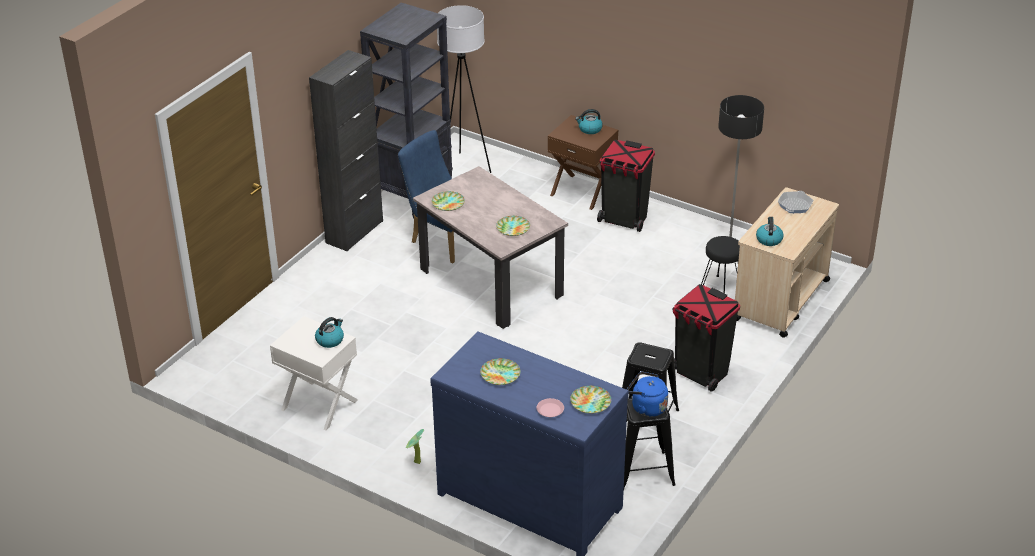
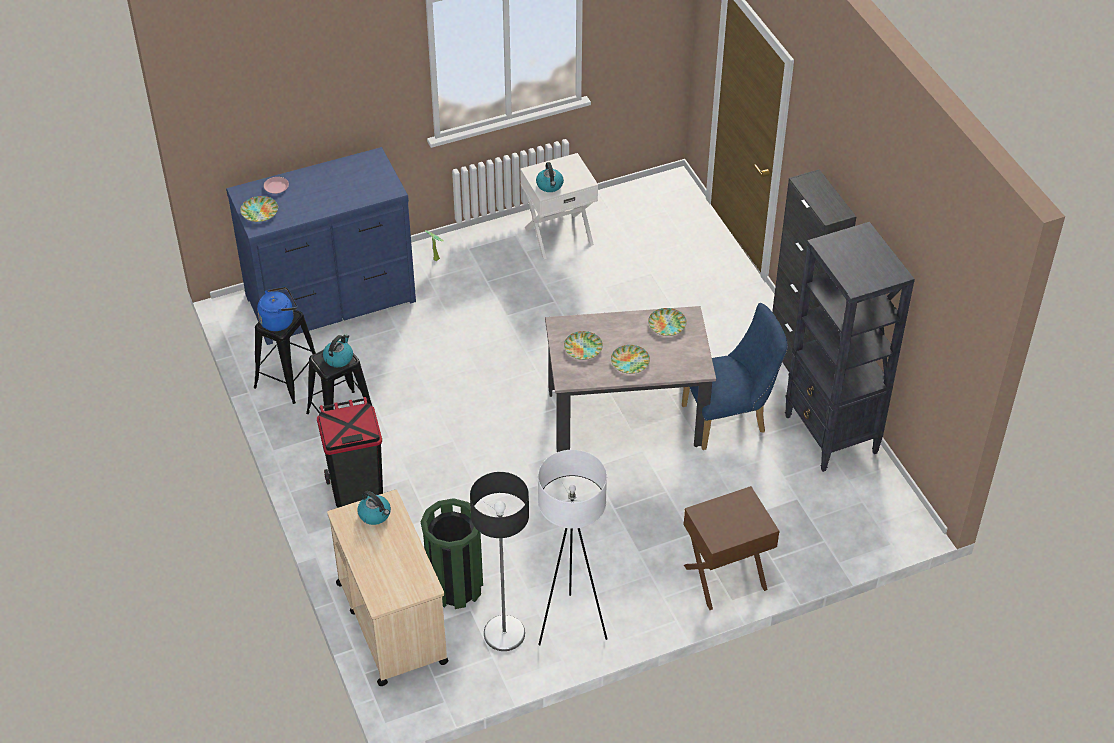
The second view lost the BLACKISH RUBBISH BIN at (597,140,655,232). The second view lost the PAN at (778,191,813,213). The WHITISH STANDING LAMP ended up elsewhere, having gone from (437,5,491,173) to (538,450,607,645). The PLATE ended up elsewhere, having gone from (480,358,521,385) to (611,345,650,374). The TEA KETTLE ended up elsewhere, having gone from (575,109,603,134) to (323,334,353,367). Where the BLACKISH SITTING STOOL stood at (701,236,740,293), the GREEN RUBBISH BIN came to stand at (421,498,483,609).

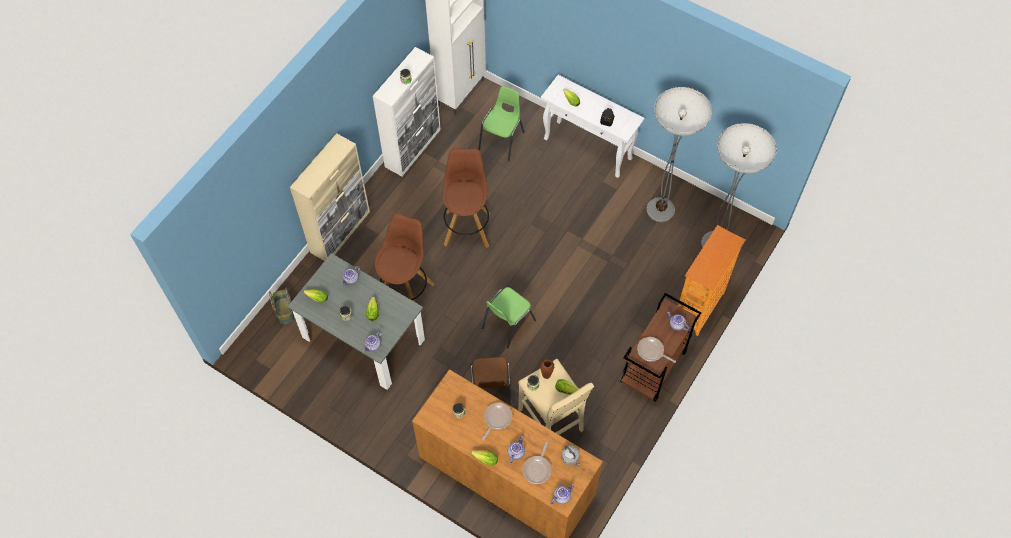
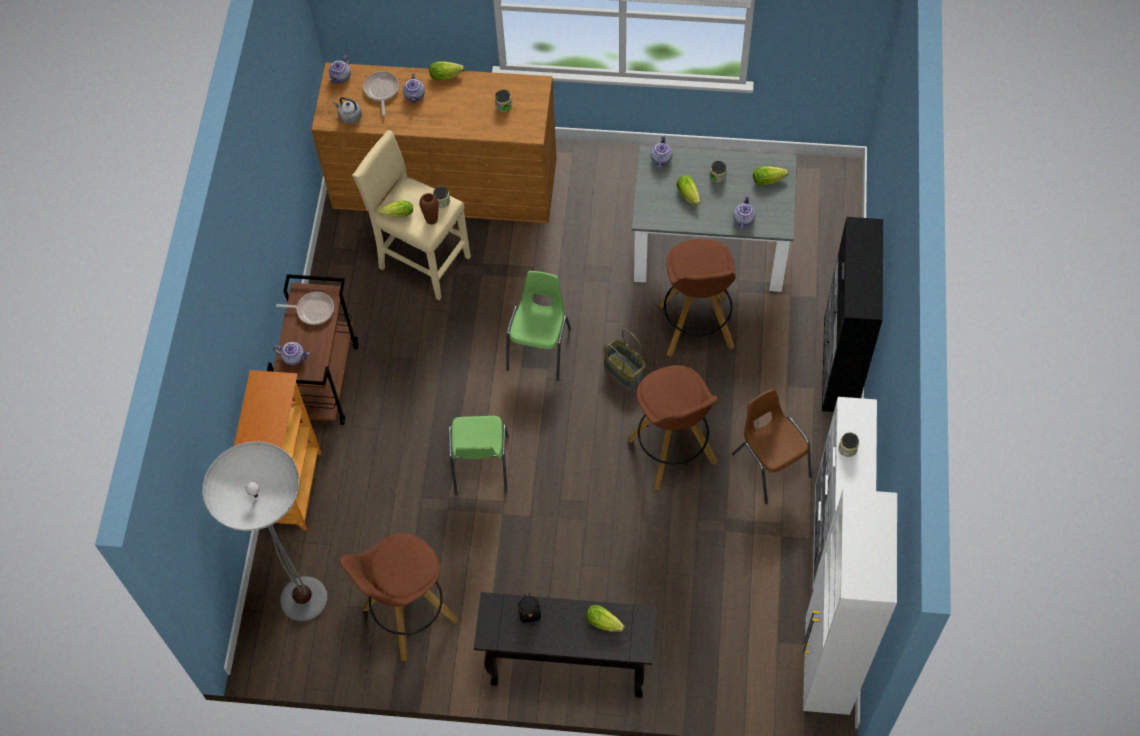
The second view lost the PAN at (482,403,512,440). The STORAGE BASKET ended up elsewhere, having gone from (269,288,294,325) to (603,329,645,388). The BROWN-COLOURED UPRIGHT CHAIR ended up elsewhere, having gone from (470,357,511,406) to (731,389,812,504). The GREEN UPRIGHT CHAIR ended up elsewhere, having gone from (479,86,524,161) to (448,416,509,495). Where the STANDING LAMP stood at (647,87,712,222), the BROWN-COLOURED SITTING STOOL came to stand at (339,533,458,661). What was the BEIGE STORAGE CABINET at (290,133,370,261) turned into the BLACKISH STORAGE CABINET at (822,217,883,412). What was the WHITISH CONSOLE TABLE at (541,75,644,178) turned into the BLACKISH CONSOLE TABLE at (474,592,656,698).

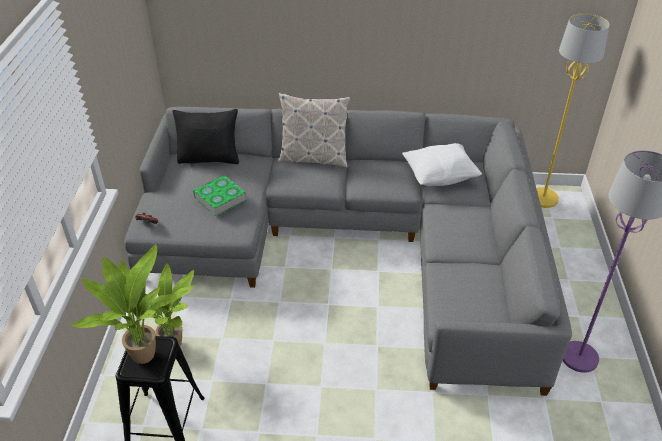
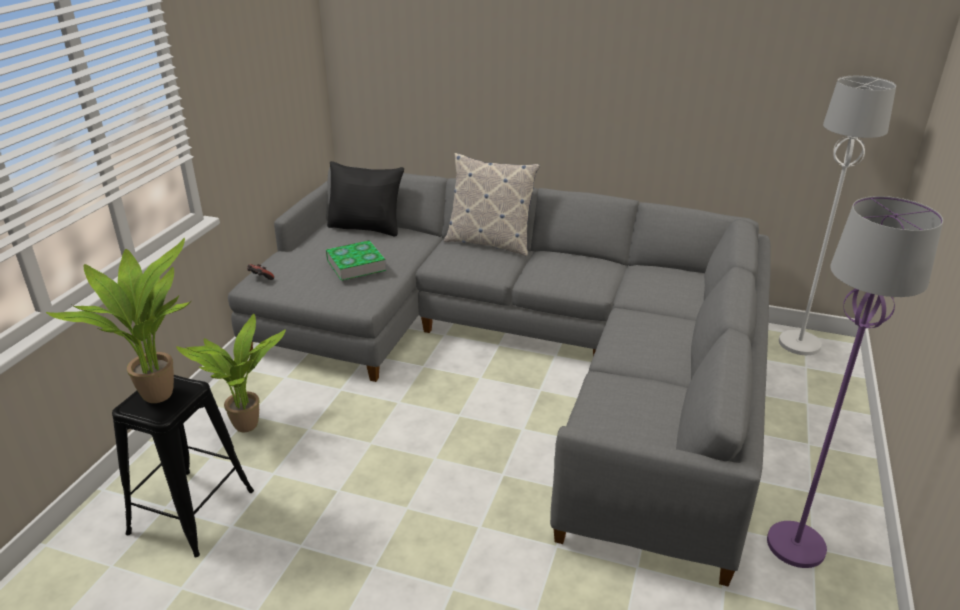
The second view lost the WHITISH CUSHION at (402,143,482,186). What was the YELLOWISH STANDING LAMP at (536,14,610,208) turned into the WHITISH STANDING LAMP at (779,76,896,355).

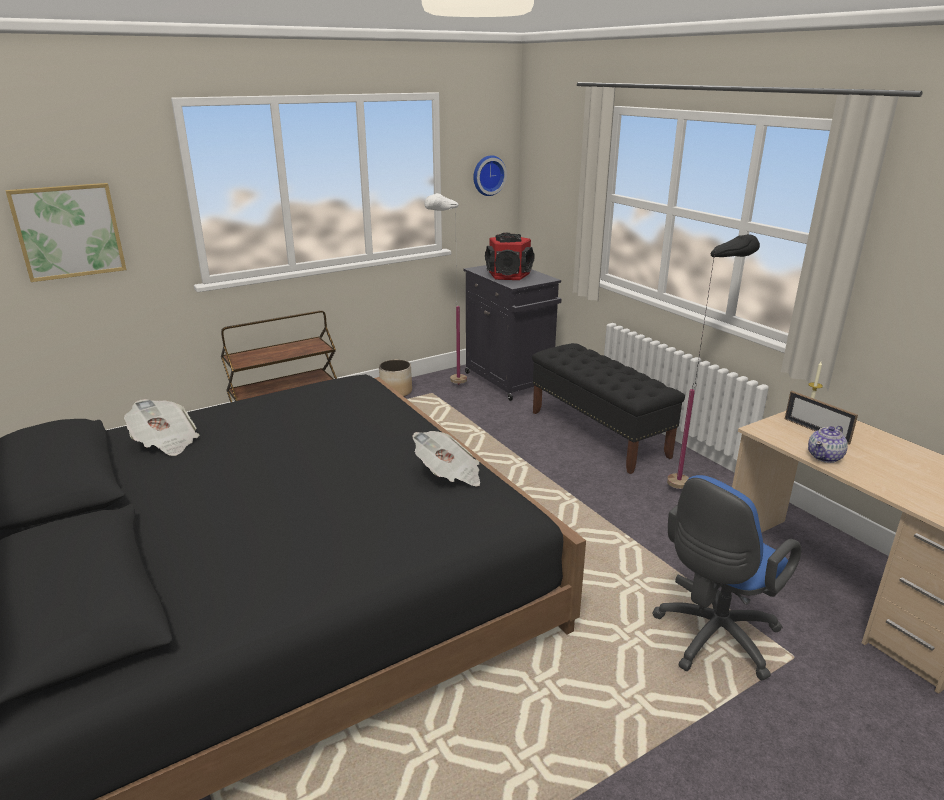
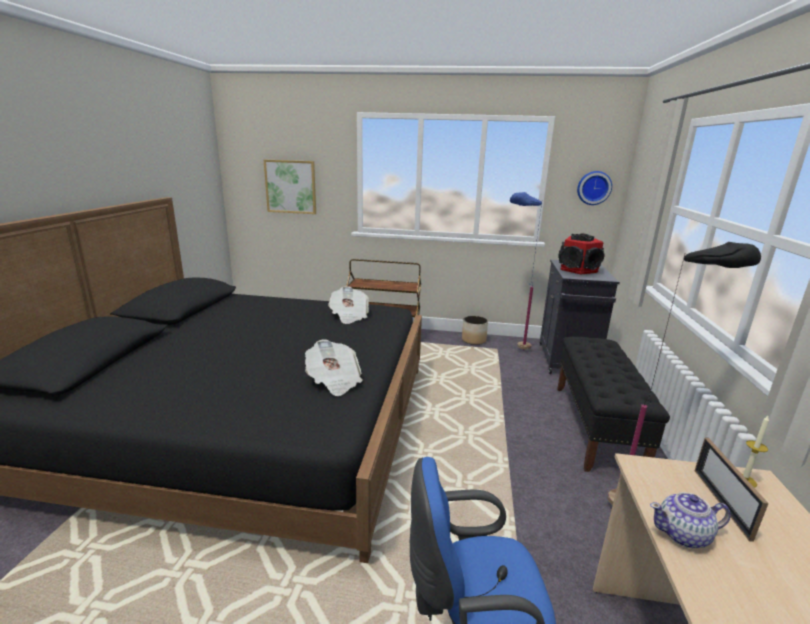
The DAILY PAPER ended up elsewhere, having gone from (124,399,199,456) to (328,286,369,324). What was the WHITISH STANDING LAMP at (425,193,467,385) turned into the BLUISH STANDING LAMP at (510,192,542,350).

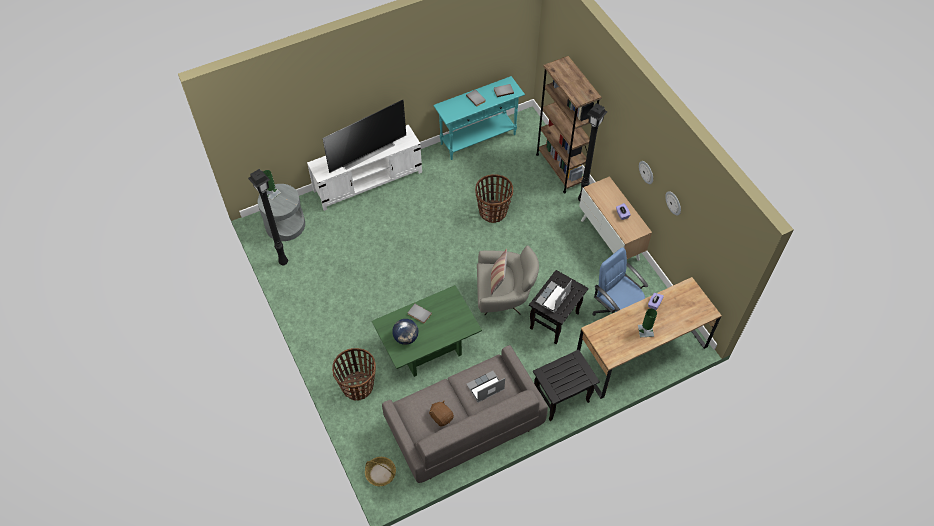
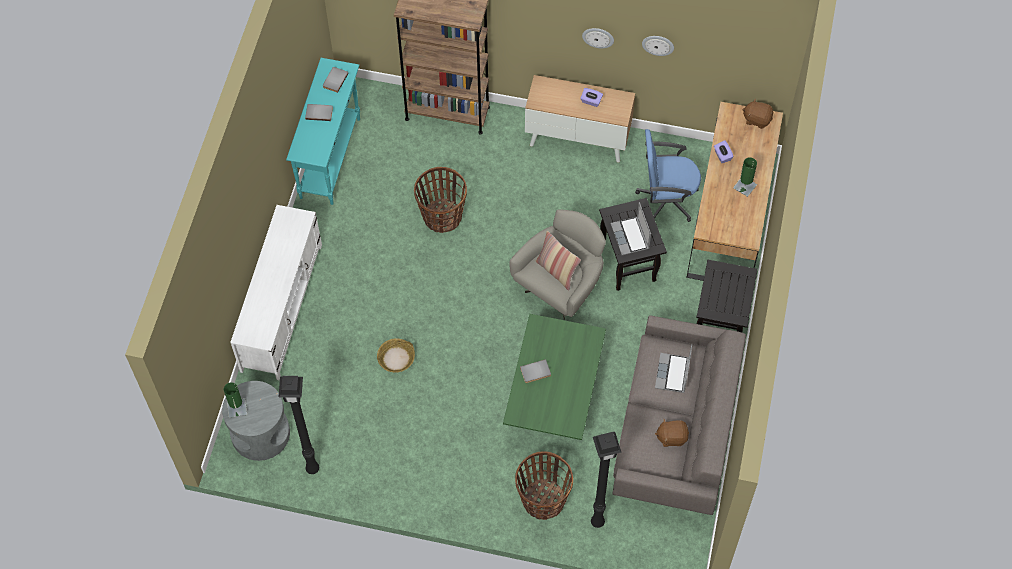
The second view lost the TELEVISION at (323,100,406,173). The second view lost the GLOBE at (392,319,418,345). The second view gained the BROWN-COLOURED PLUSH TOY at (742,99,773,129). The STORAGE BASKET ended up elsewhere, having gone from (365,457,396,486) to (377,338,415,373). The BLACKISH STANDING LAMP ended up elsewhere, having gone from (578,103,607,201) to (591,432,621,528).

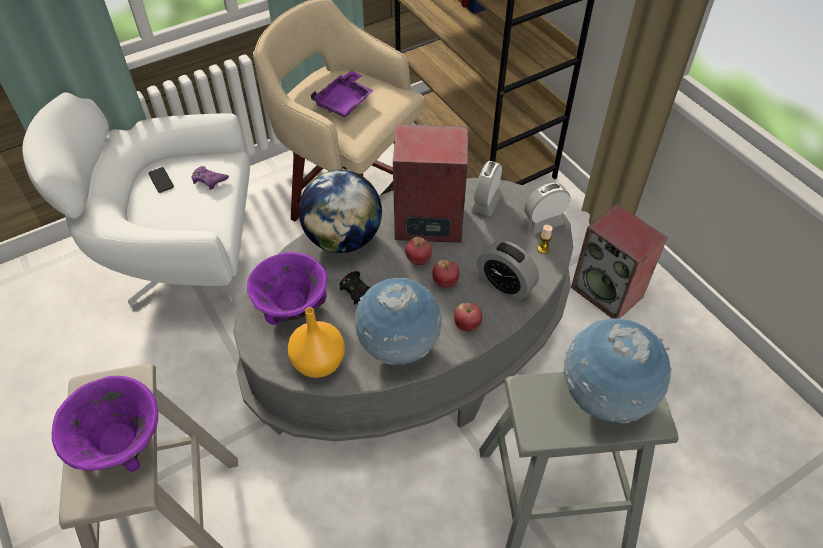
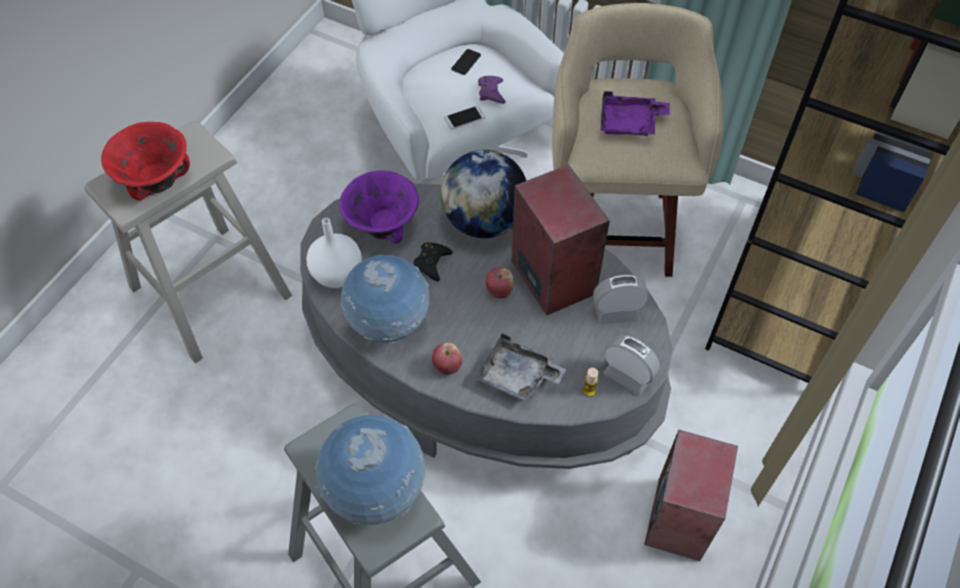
The second view lost the APPLE at (432,260,460,288). The second view gained the HANDSET at (444,106,485,130). Where the TABLE CLOCK stood at (477,240,539,301), the GRAY SERVING TRAY came to stand at (475,333,566,403). What was the PURPLISH DEEP DISH at (52,376,158,472) turned into the RED DEEP DISH at (101,122,190,200). What was the ORANGEY FLOWER VASE at (288,307,345,378) turned into the WHITISH FLOWER VASE at (306,218,362,288).

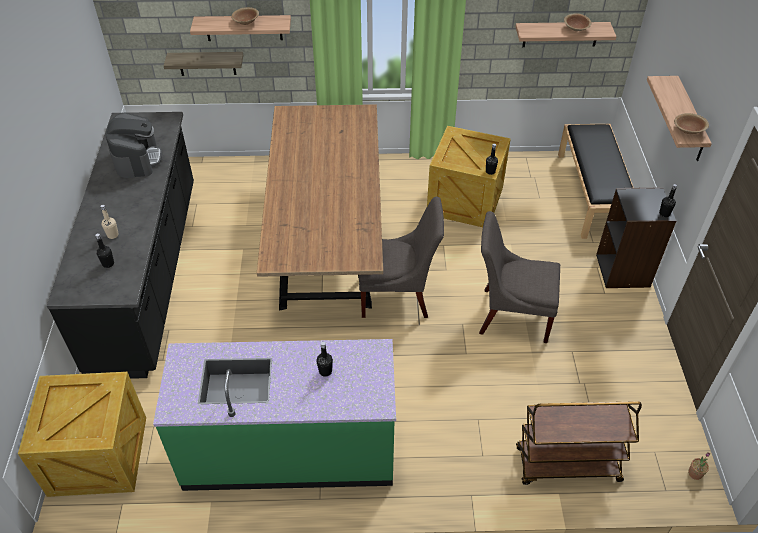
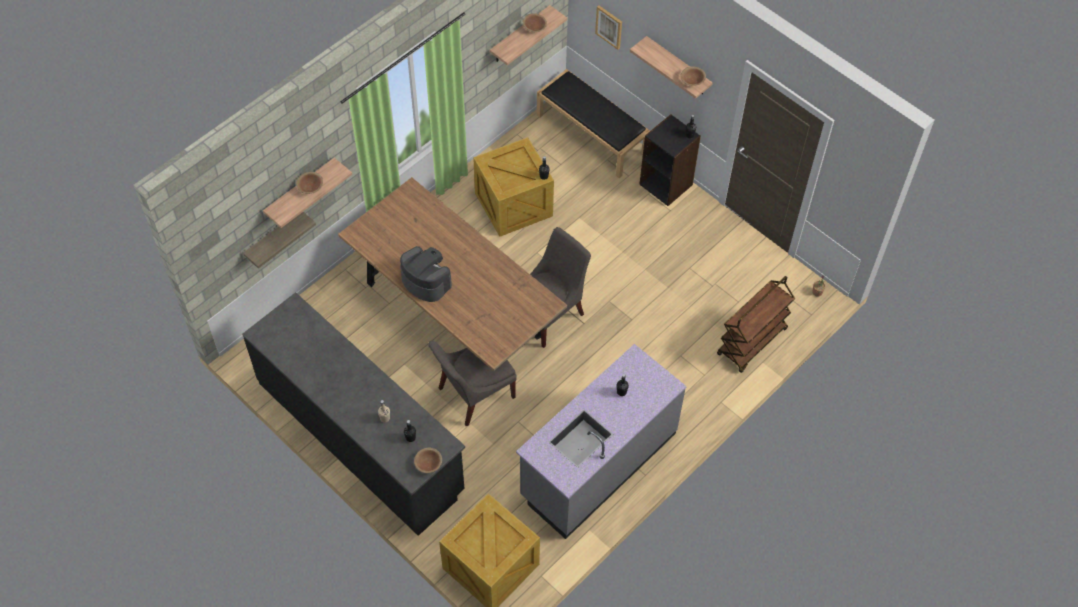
The second view gained the BROWN-COLOURED DEEP DISH at (414,448,442,473). The second view gained the WALL ART at (595,5,622,50). The COFFEE MACHINE ended up elsewhere, having gone from (106,113,162,178) to (400,246,452,302). The GRAY UPRIGHT CHAIR ended up elsewhere, having gone from (479,211,560,343) to (428,340,516,427). What was the GREEN COUNTER at (153,339,396,491) turned into the GRAY COUNTER at (516,344,687,539).

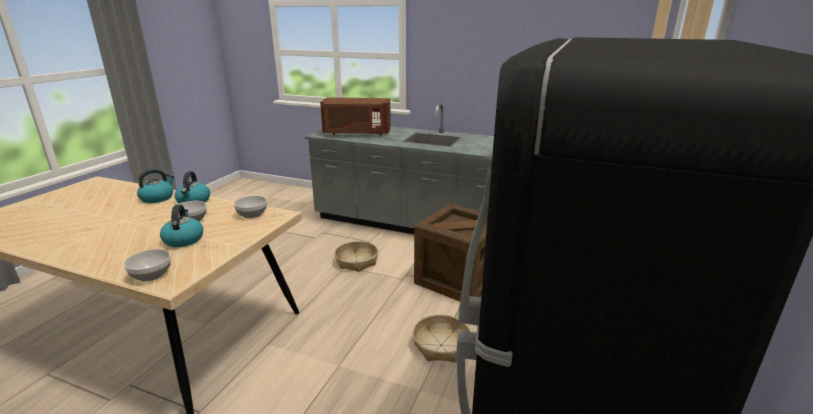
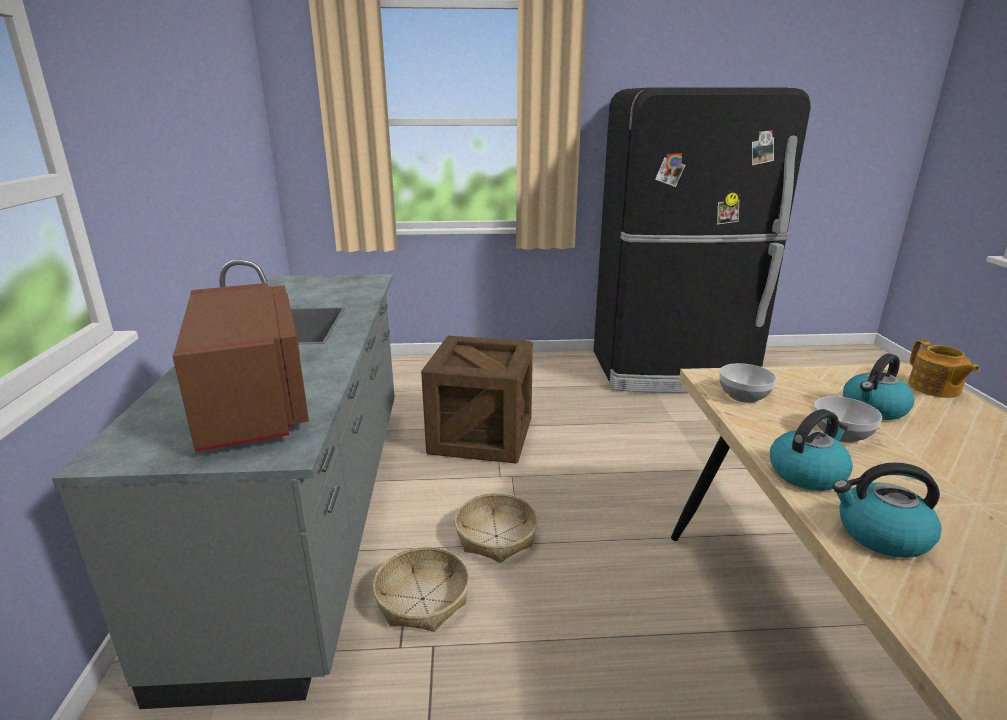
The STORAGE BASKET ended up elsewhere, having gone from (413,315,471,362) to (373,547,469,632). Where the DEEP DISH stood at (124,249,171,281), the TEA POT came to stand at (908,340,980,398).

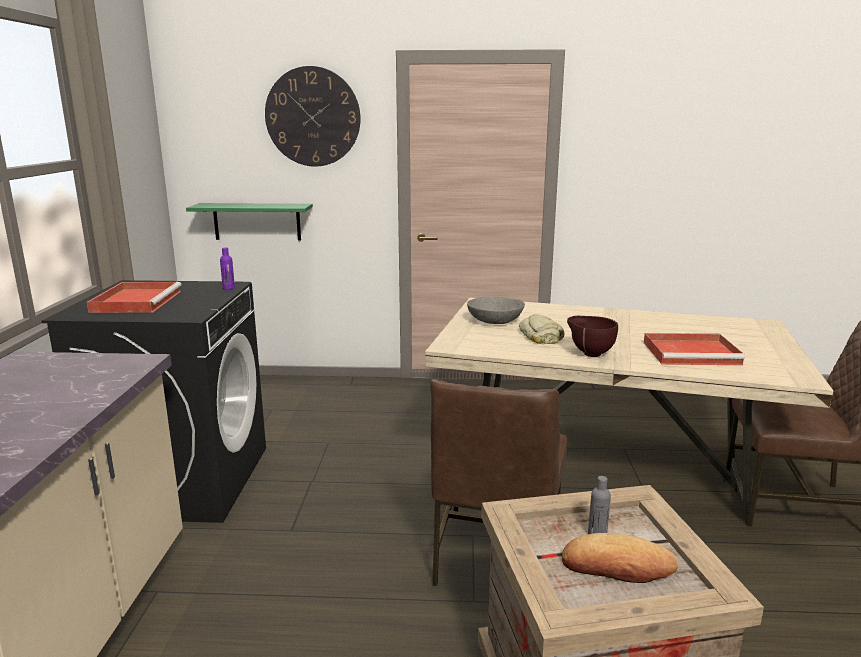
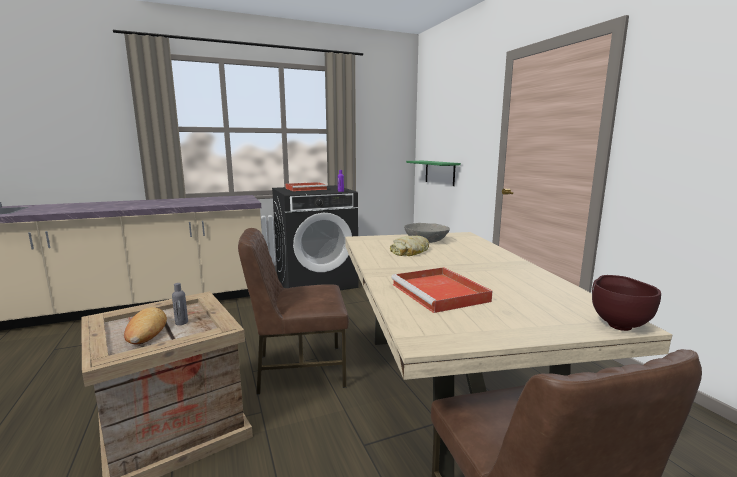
The second view lost the HANGING CLOCK at (265,66,361,167). The BROWN-COLOURED DEEP DISH ended up elsewhere, having gone from (567,316,618,357) to (592,275,661,331).

